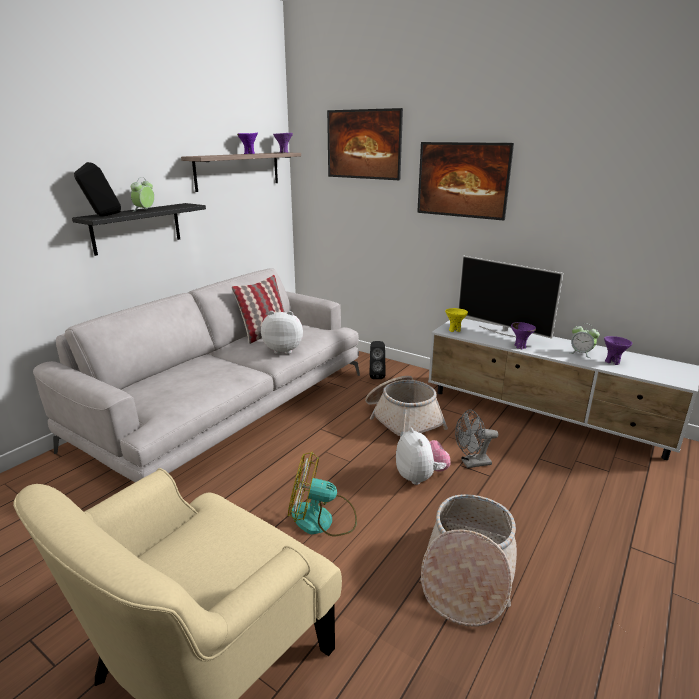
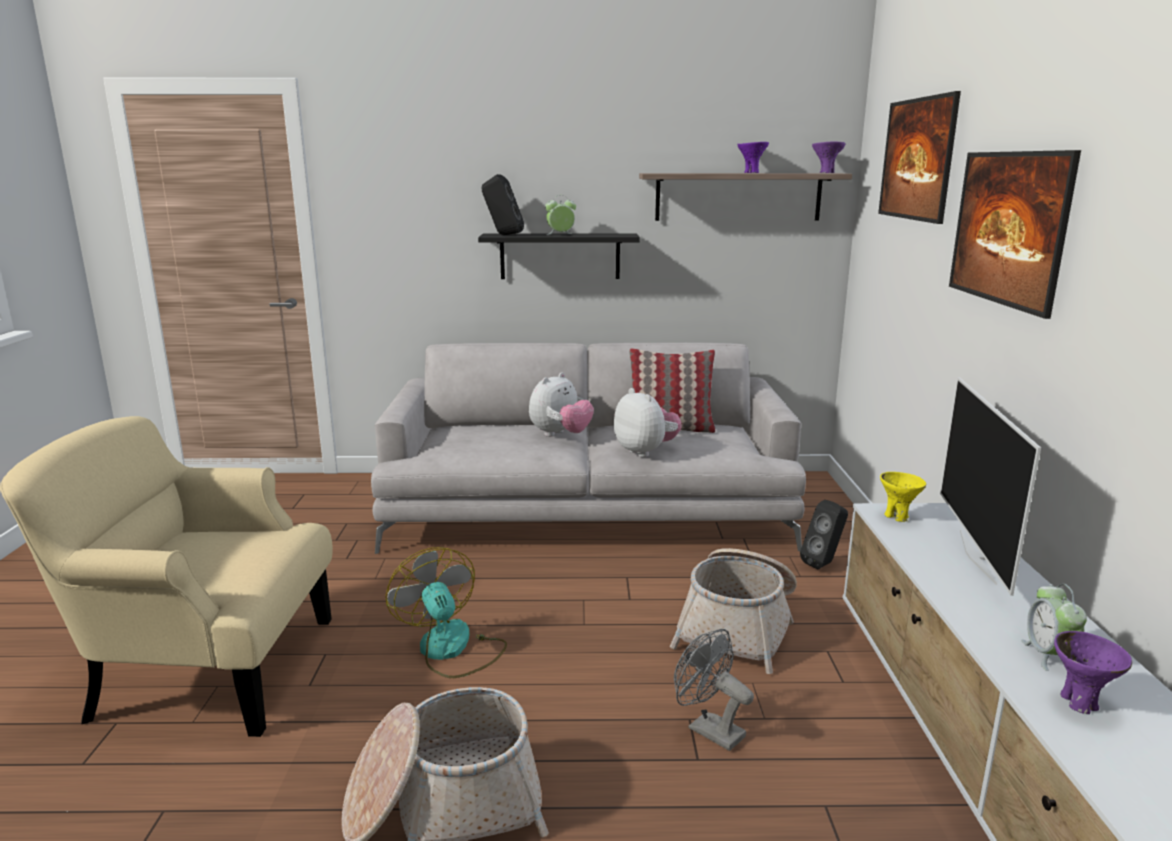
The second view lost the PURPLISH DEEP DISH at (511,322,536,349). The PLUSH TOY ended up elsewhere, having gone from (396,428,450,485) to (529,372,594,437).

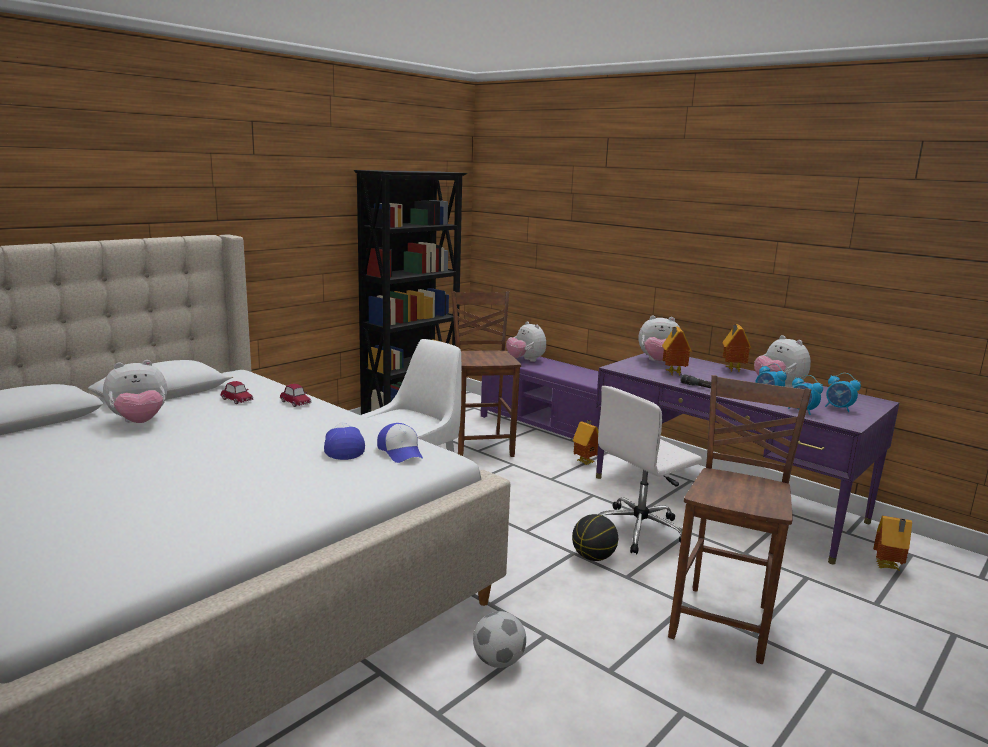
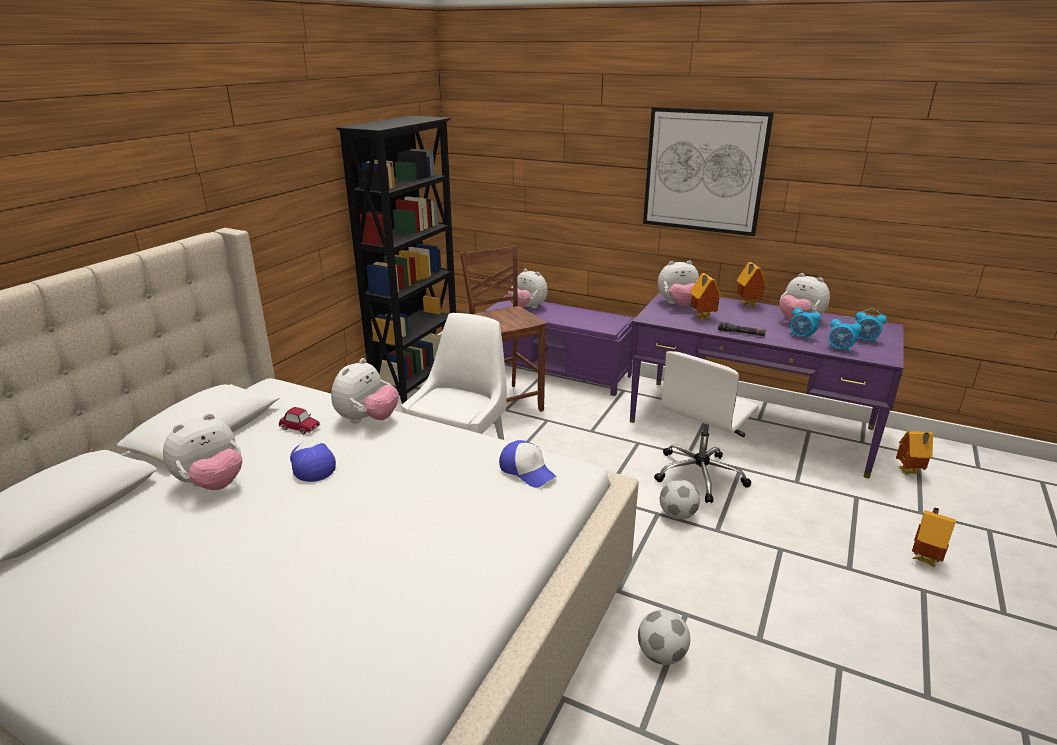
The second view lost the BROWN-COLOURED UPRIGHT CHAIR at (668,375,812,664). The second view gained the WALL ART at (643,107,774,236). The PEAKED CAP ended up elsewhere, having gone from (324,422,365,460) to (290,439,336,482). The MODEL HOUSE ended up elsewhere, having gone from (572,420,598,465) to (912,507,956,567). Where the MODEL CAR stood at (280,384,312,407), the PLUSH TOY came to stand at (331,358,399,423). Where the BASKETBALL BALL stood at (572,514,618,561), the BALL FOR FOOTBALL came to stand at (660,479,700,520).

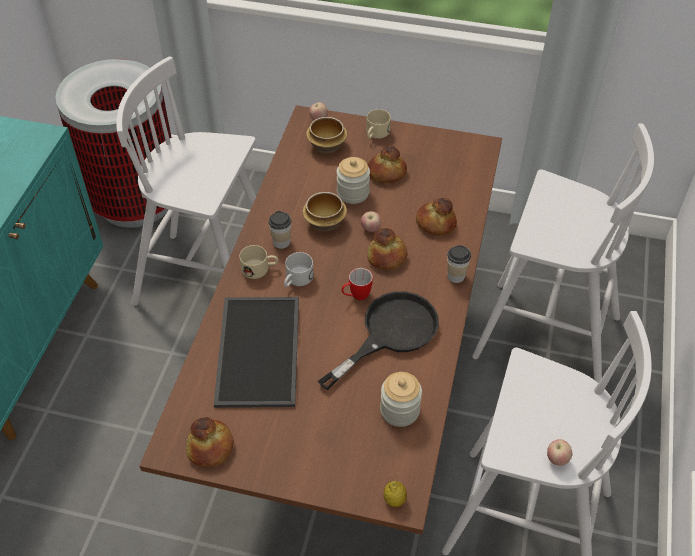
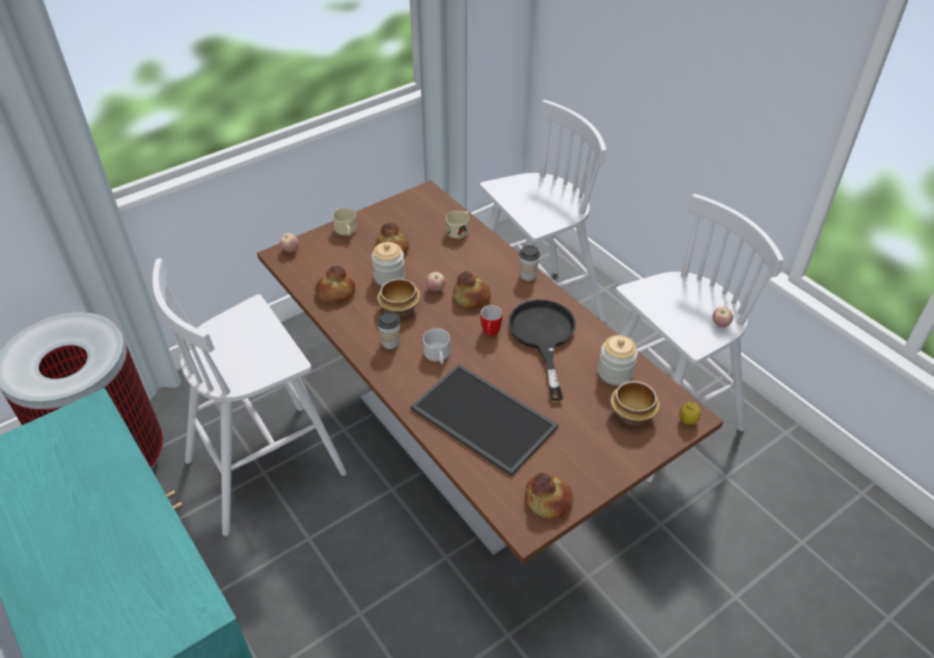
The BEIGE MUG ended up elsewhere, having gone from (239,245,278,279) to (446,211,469,239). The DEEP DISH ended up elsewhere, having gone from (306,117,347,153) to (610,381,660,425). The BAKED BREAD ended up elsewhere, having gone from (416,198,457,235) to (315,266,355,303).

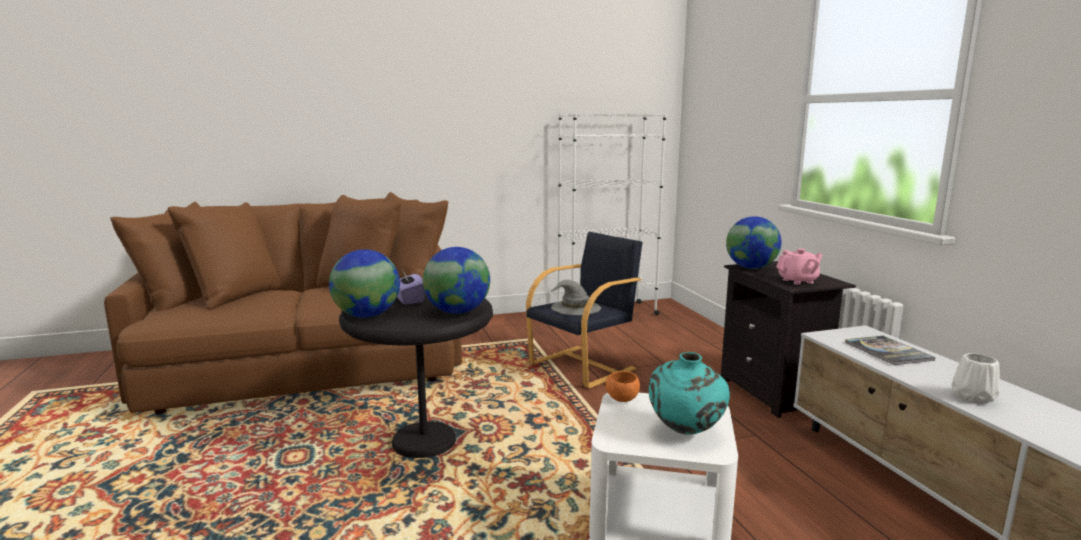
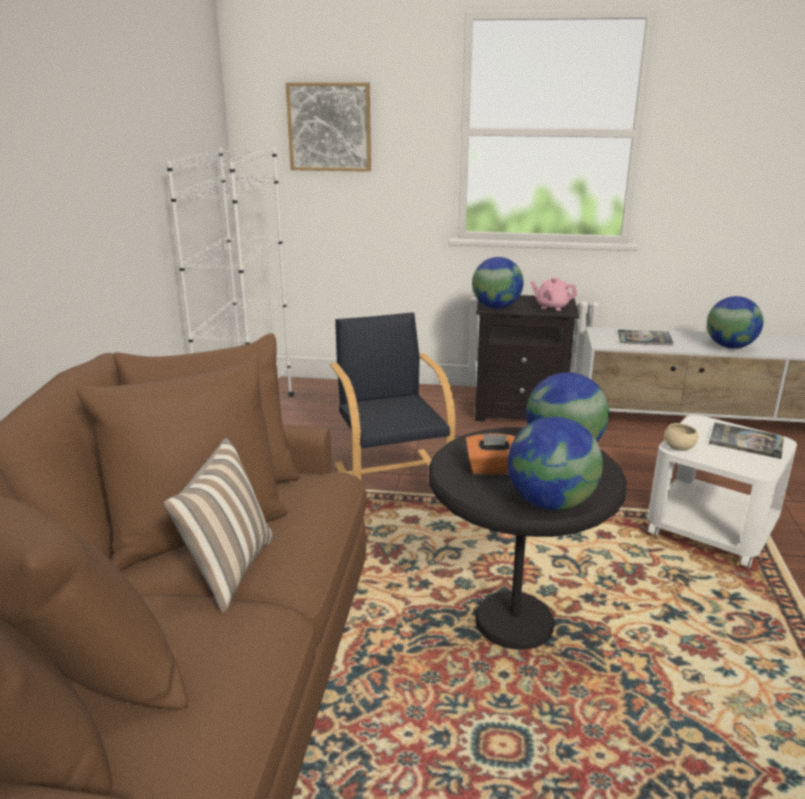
The second view lost the GRAY HAT at (550,280,601,315). The second view gained the CUSHION at (163,438,273,613). The second view gained the WALL ART at (286,82,371,172). Where the BLUE-GREEN FLOWER VASE stood at (649,352,730,435), the BOOK came to stand at (709,422,784,459). Where the WHITISH FLOWER VASE stood at (952,353,1000,404), the GLOBE came to stand at (707,296,763,348). What was the PURPLISH TISSUE HOLDER at (397,271,425,305) turned into the ORANGEY TISSUE HOLDER at (465,433,516,475). What was the ORANGEY DEEP DISH at (605,371,640,402) turned into the BEIGE DEEP DISH at (664,423,698,451). The PINK-COLOURED TEA POT at (776,248,823,285) ended up facing another way, 75 degrees counterclockwise from before.

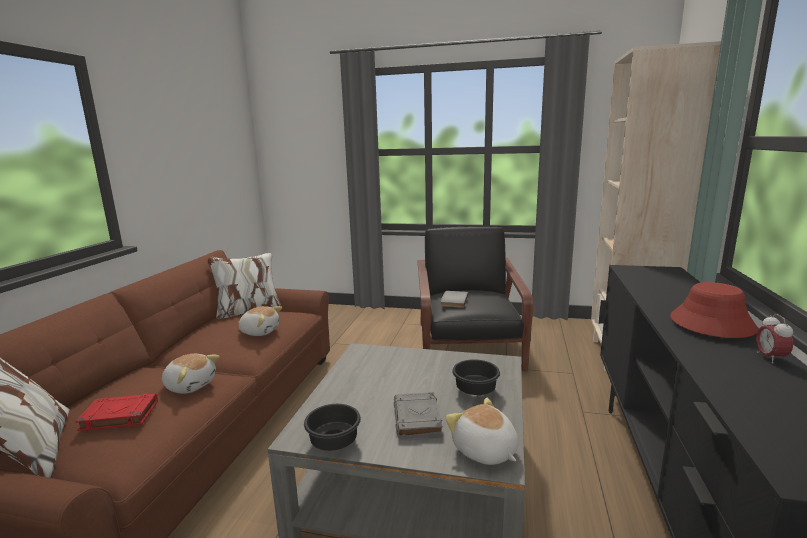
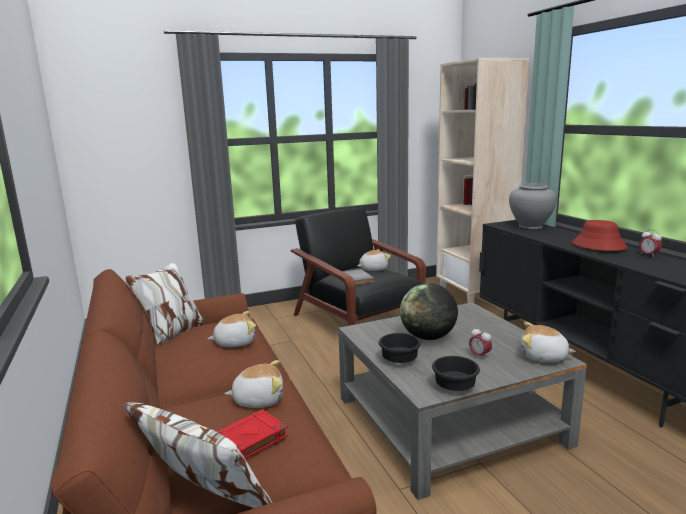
The second view gained the PLUSH TOY at (357,249,391,271). The second view gained the GLOBE at (400,283,458,340). The second view gained the GRAY FLOWER VASE at (509,183,557,229). The BLACKISH DEEP DISH ended up elsewhere, having gone from (452,359,500,395) to (379,333,421,363). Where the GRAY BOOK stood at (394,392,443,439), the TABLE CLOCK came to stand at (469,327,492,360).

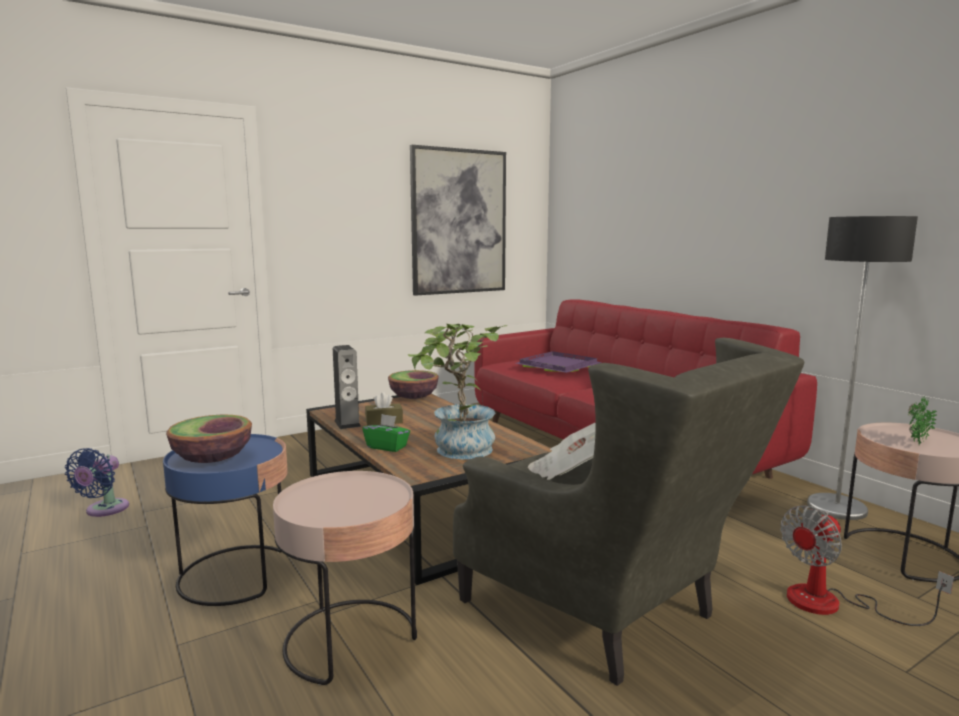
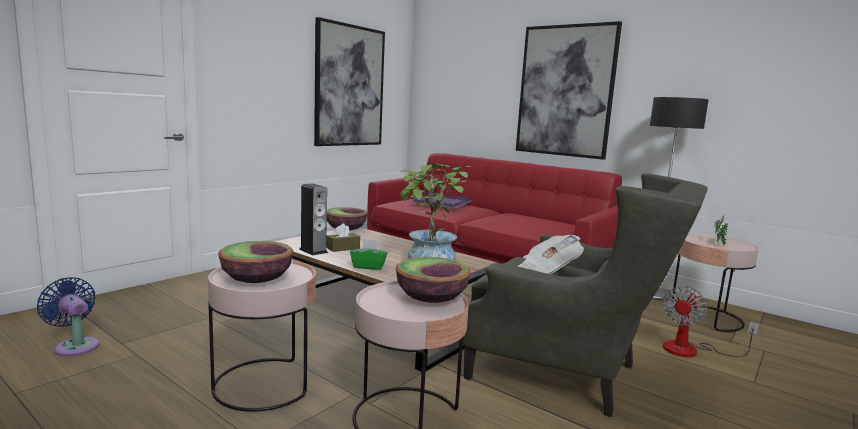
The second view gained the DEEP DISH at (396,257,471,303). The second view gained the WALL ART at (516,21,622,160). What was the BLUISH ACCENT TABLE at (163,434,288,606) turned into the PINK-COLOURED ACCENT TABLE at (208,261,316,412). The BLUISH COOLING FAN at (65,448,129,517) ended up facing another way, 135 degrees clockwise from before.

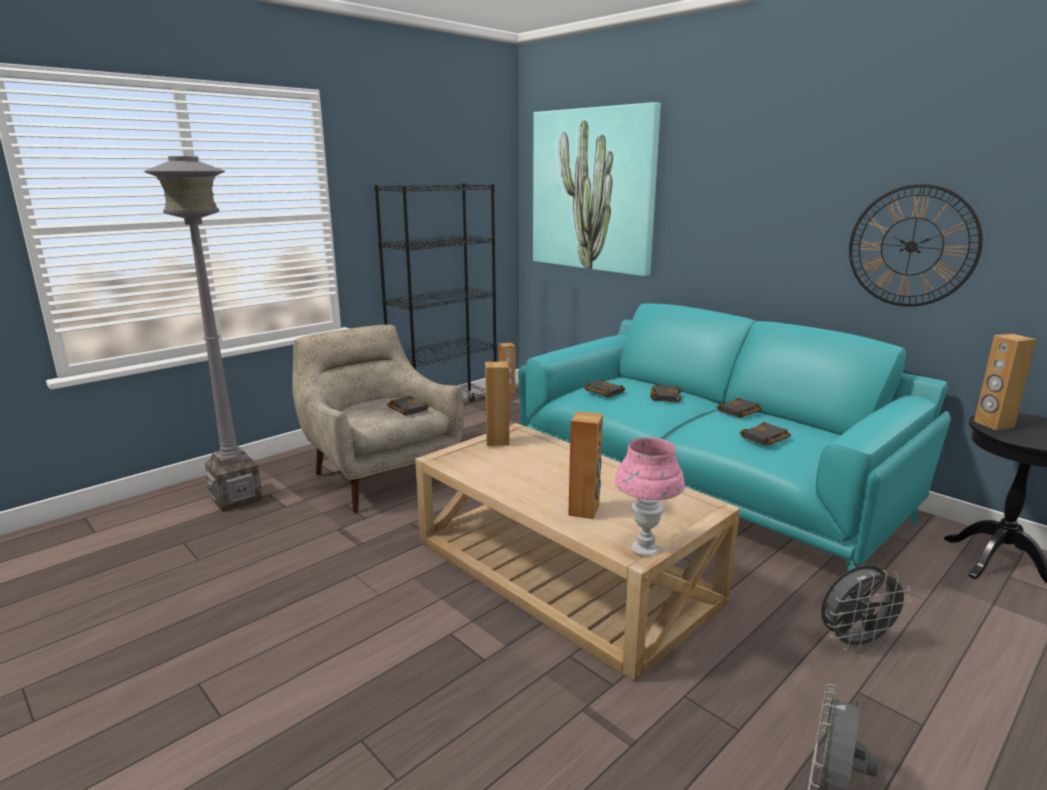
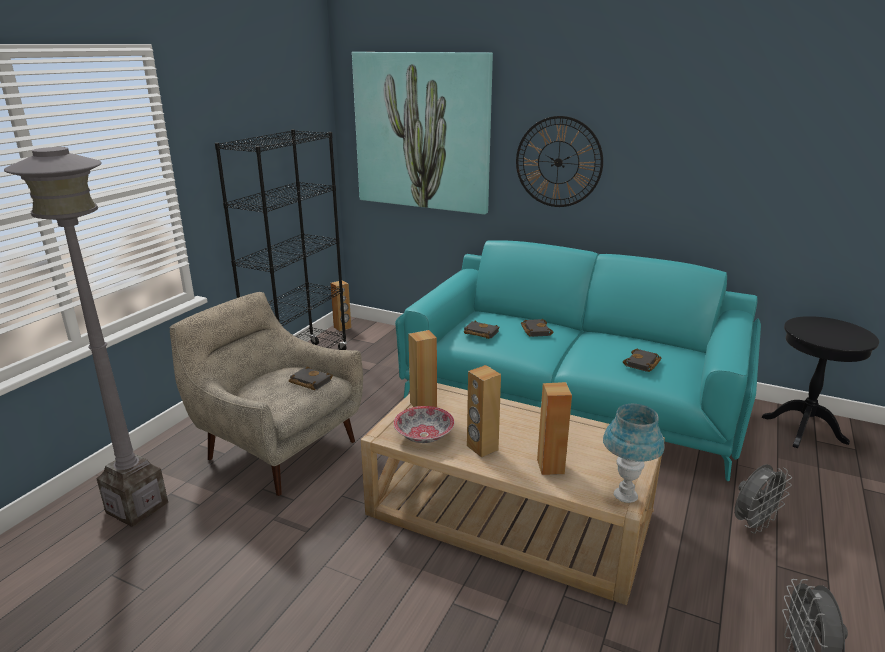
The second view lost the BLACKISH BOOK at (717,397,763,418). The second view gained the DEEP DISH at (393,406,455,443). The HANGING CLOCK ended up elsewhere, having gone from (849,184,983,307) to (516,116,603,207). The BROWN-COLOURED LOUDSPEAKER ended up elsewhere, having gone from (974,334,1036,430) to (467,365,501,458). What was the PINK-COLOURED LAMP FOR A TABLE at (615,437,685,556) turned into the BLUISH LAMP FOR A TABLE at (603,404,664,503).

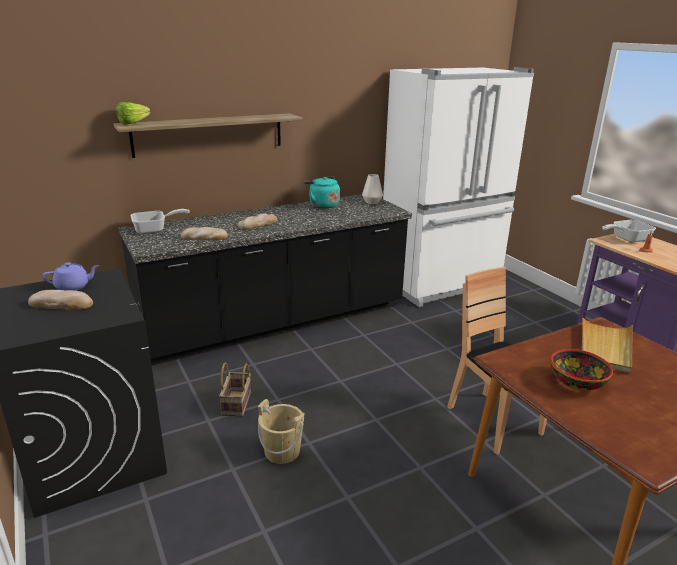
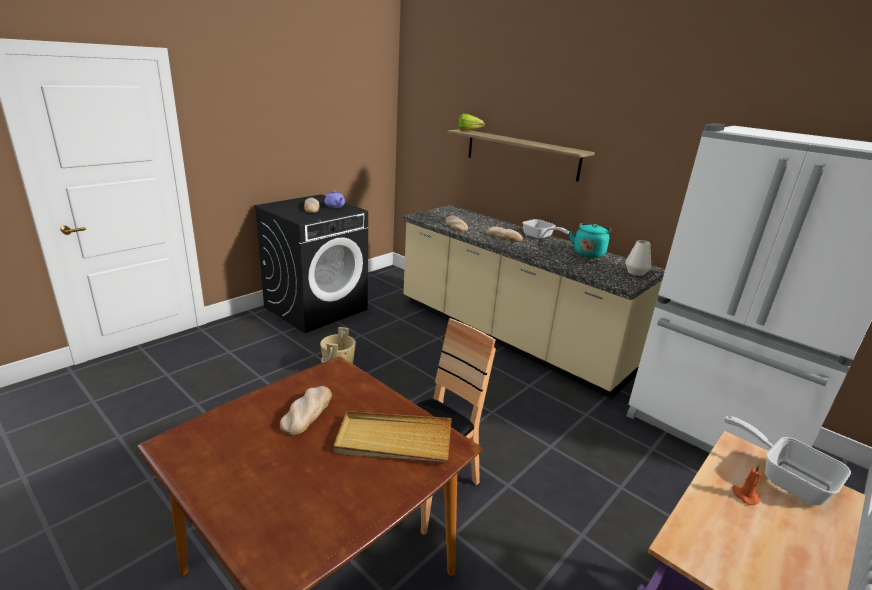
The second view lost the STORAGE BASKET at (219,362,251,417). The PAN ended up elsewhere, having gone from (131,209,190,234) to (523,219,569,239). Where the DEEP DISH stood at (550,349,613,391), the BAKED BREAD came to stand at (280,386,332,435). What was the BLACKISH COUNTER at (119,194,412,365) turned into the BEIGE COUNTER at (403,205,665,399).

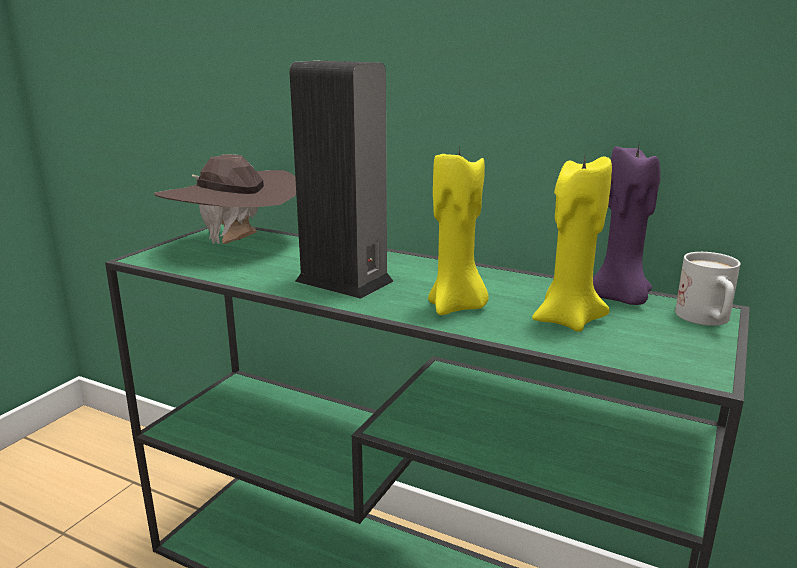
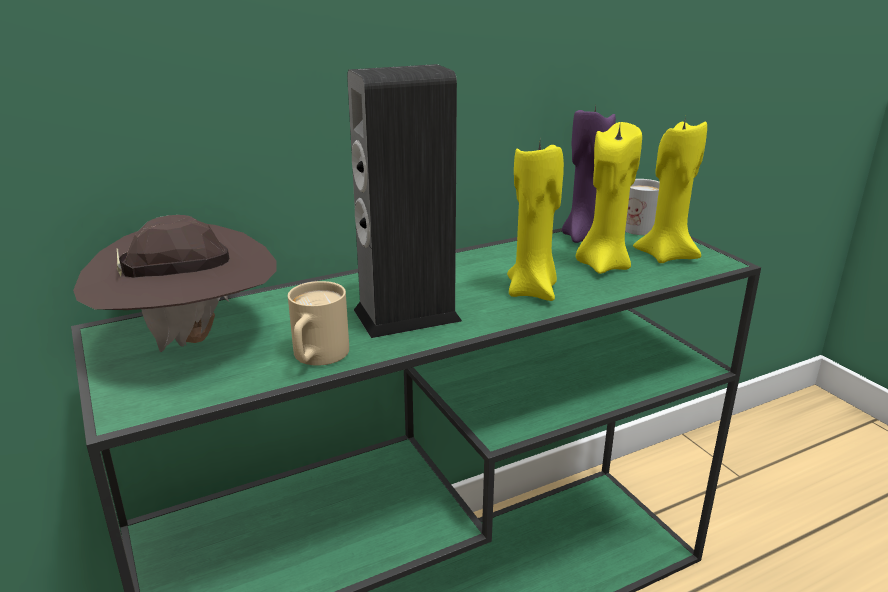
The second view gained the BEIGE MUG at (288,281,349,366). The second view gained the YELLOWISH CANDLE at (633,116,707,263).

